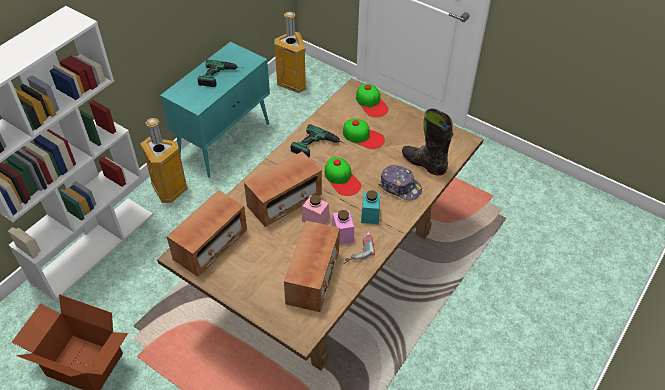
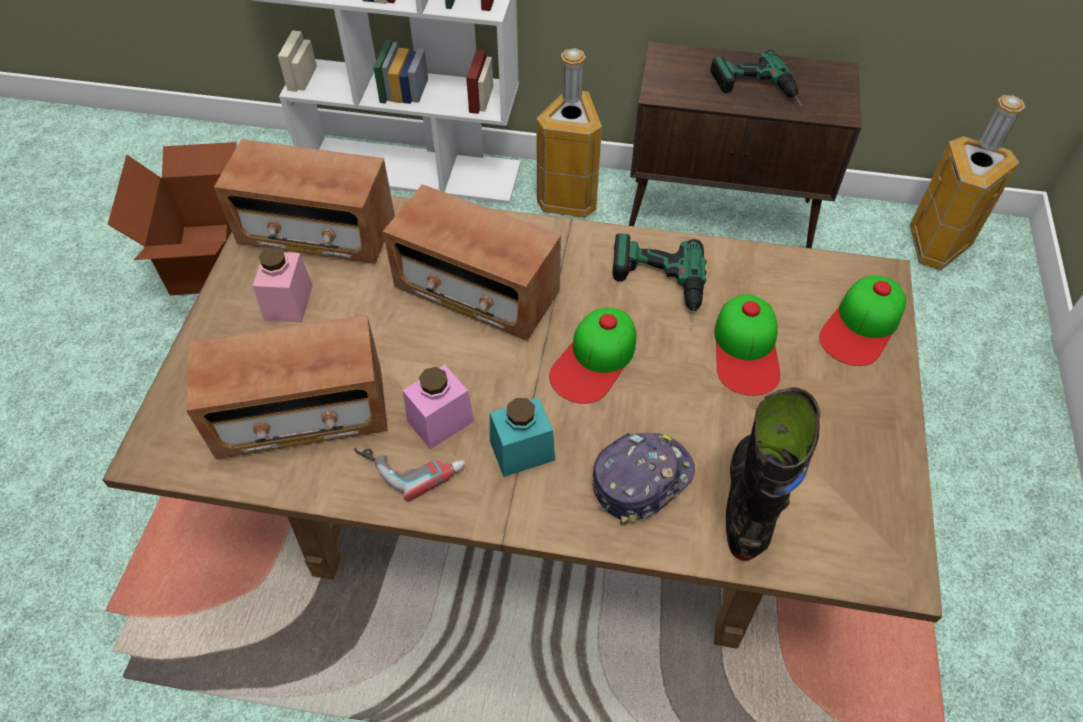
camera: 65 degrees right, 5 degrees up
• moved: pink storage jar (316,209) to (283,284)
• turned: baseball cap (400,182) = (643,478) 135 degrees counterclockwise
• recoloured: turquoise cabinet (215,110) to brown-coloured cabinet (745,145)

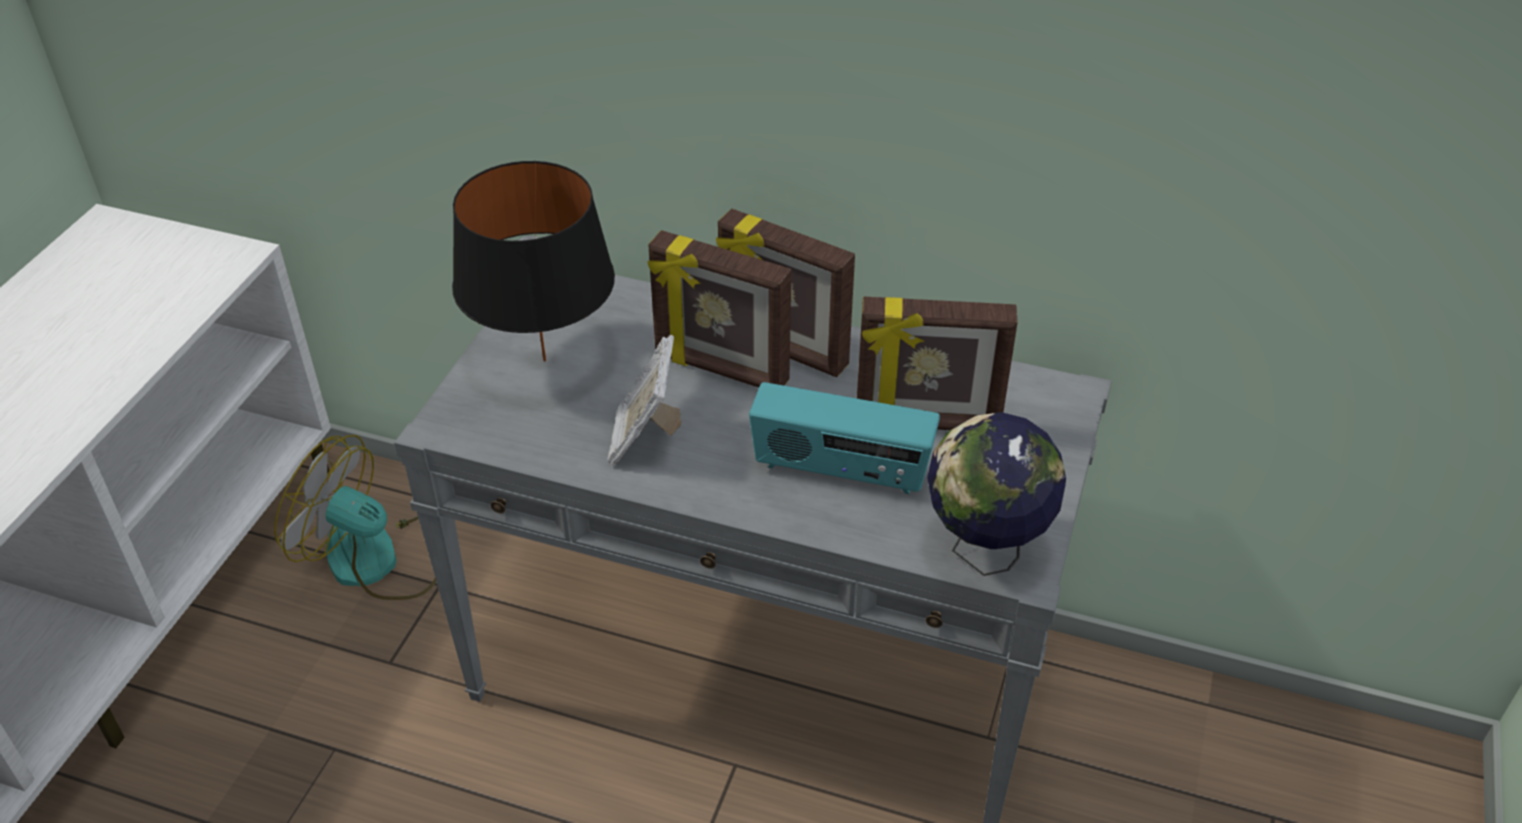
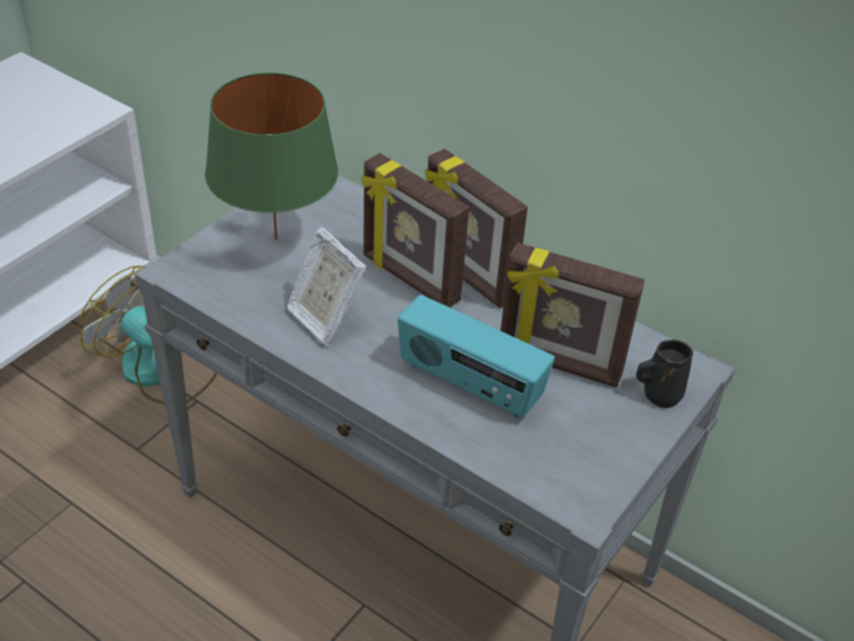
camera: 15 degrees right, 0 degrees up
• recoloured: black-coloured table lamp (533,261) to green table lamp (271,156)
• turned: photo frame (644,401) = (326,287) 60 degrees counterclockwise
• added: black-coloured coffee mug (664,374)
• removed: world globe (996,494)

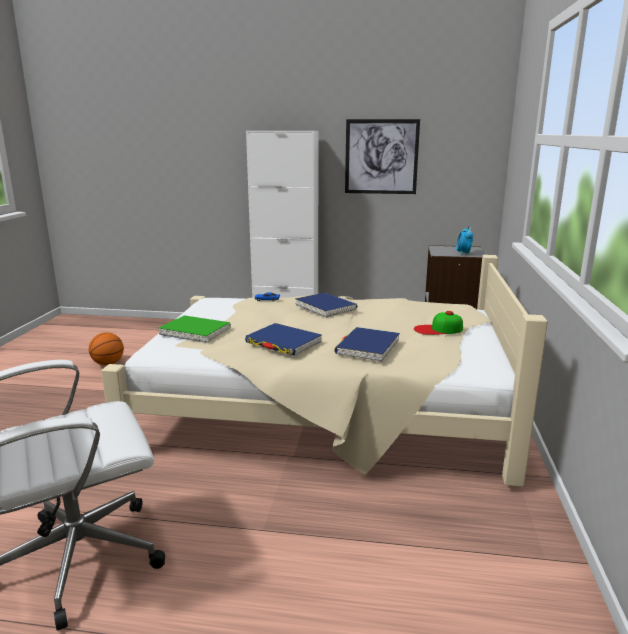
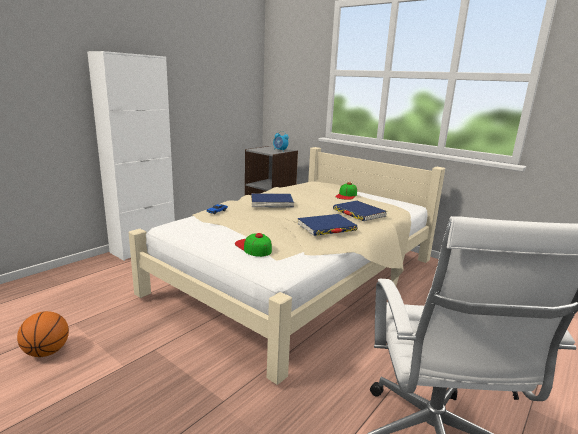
camera: 60 degrees left, 0 degrees up
• replaced: green book (195,329) to baseball cap (253,245)
• removed: picture (382,156)

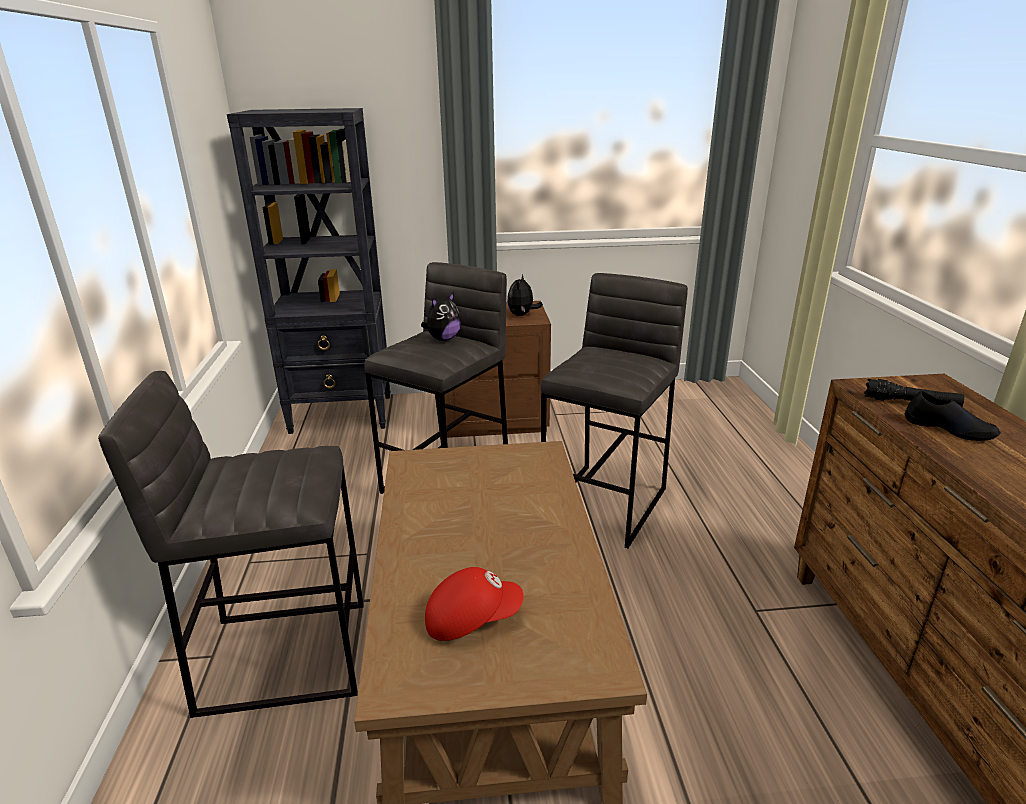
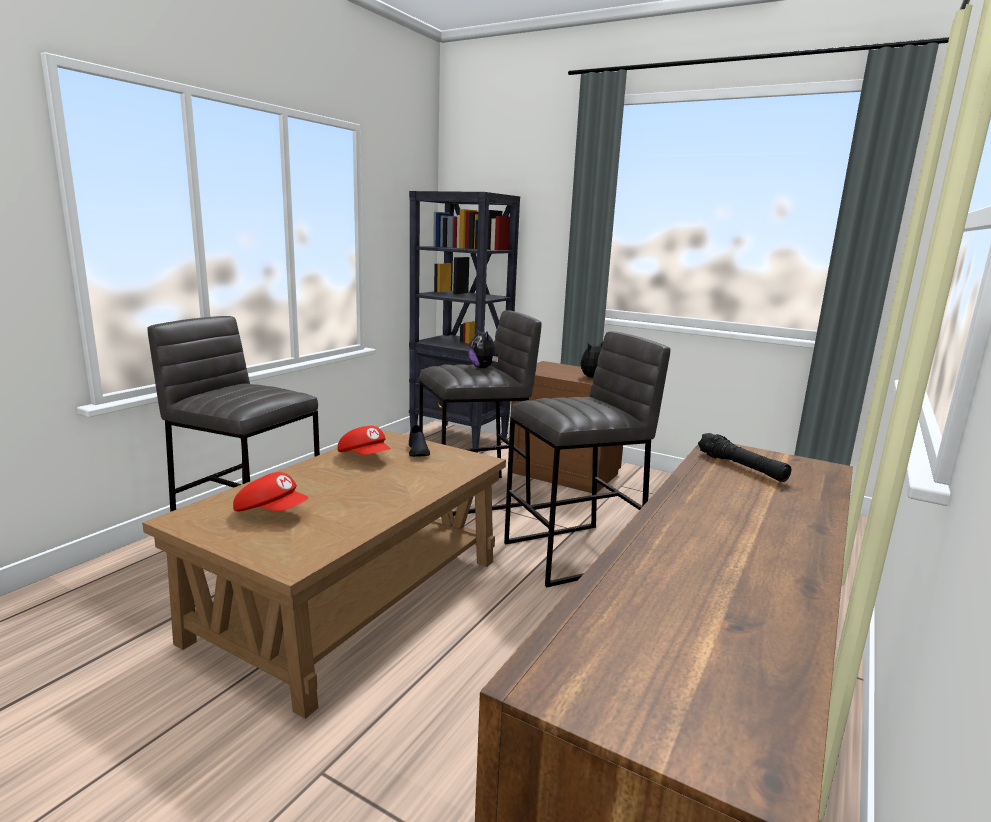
camera: 35 degrees right, 10 degrees down
• added: red-coloured baseball cap (364,440)
• moved: black-coloured item of footwear (953,415) to (419,440)
• turned: plush toy (441,316) = (483,348) 75 degrees clockwise

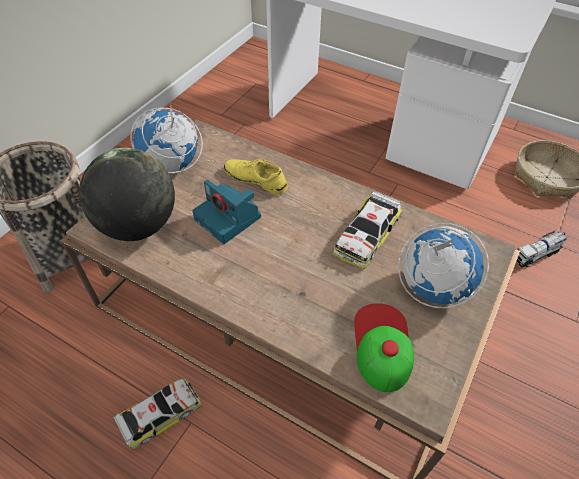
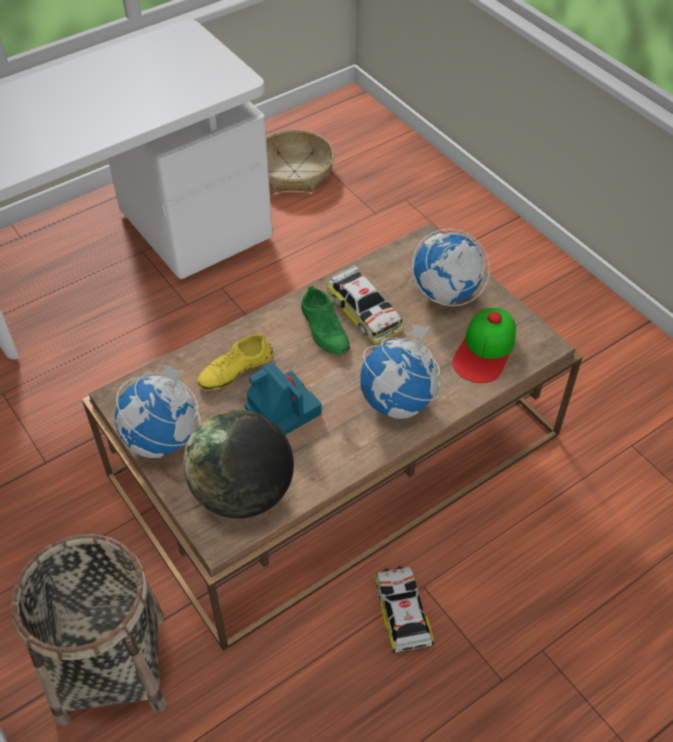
camera: 65 degrees left, 0 degrees up
• turned: still camera (226,212) = (282,398) 105 degrees counterclockwise
• added: green item of footwear (325,319)
• added: world globe (400,371)
• turned: baseball cap (384,347) = (484,345) 90 degrees counterclockwise
• removed: model truck (541,249)

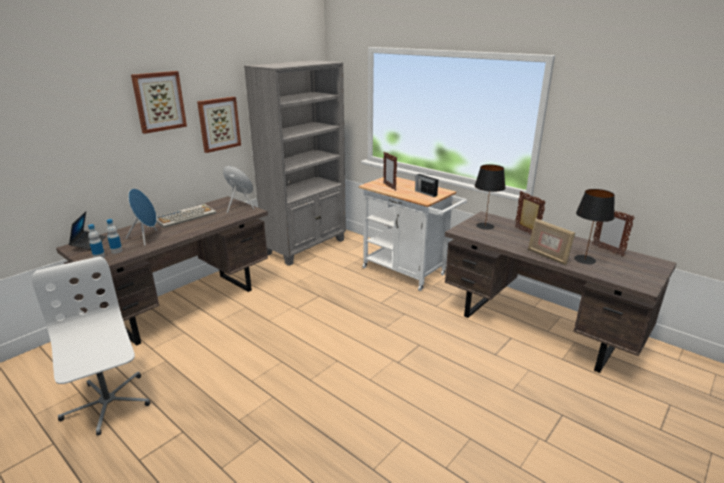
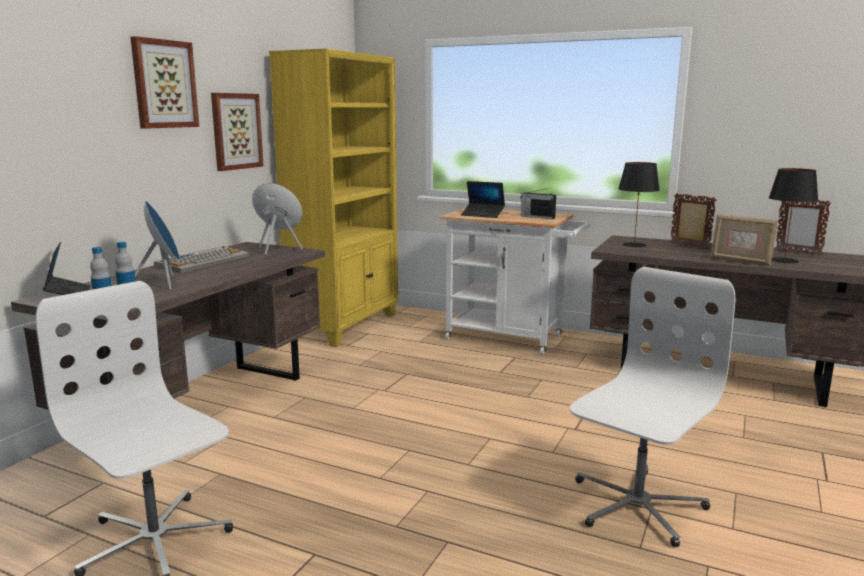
camera: 15 degrees left, 10 degrees down
• recoloured: gray bookshelf (295,163) to yellowish bookshelf (333,197)
• replaced: photo frame (390,170) to notebook computer (483,199)
• added: white-coloured computer chair (653,407)

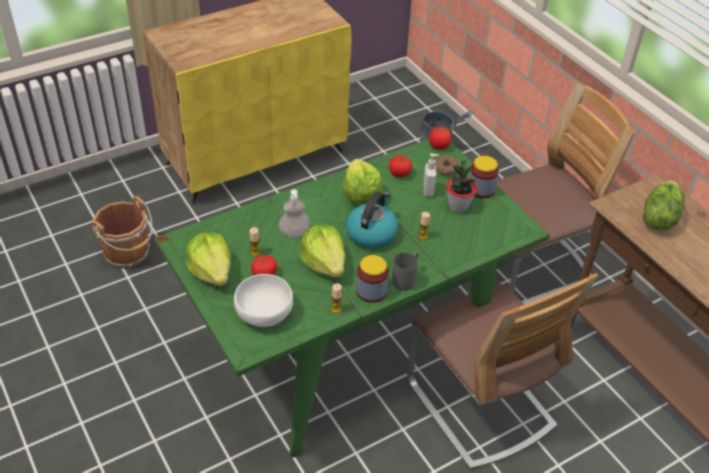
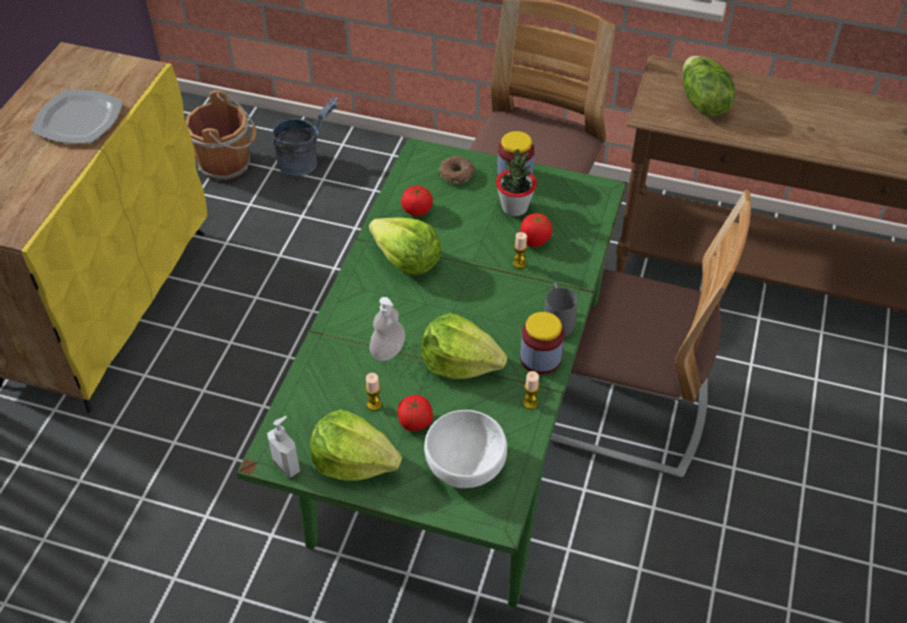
camera: 40 degrees left, 5 degrees up
• added: dinner plate (77,116)
• moved: brown-coloured water bucket (122,232) to (221,135)
• moved: soap bottle (431,175) to (283,447)
• moved: whole tomato (440,138) to (536,230)
• removed: water kettle (372,220)

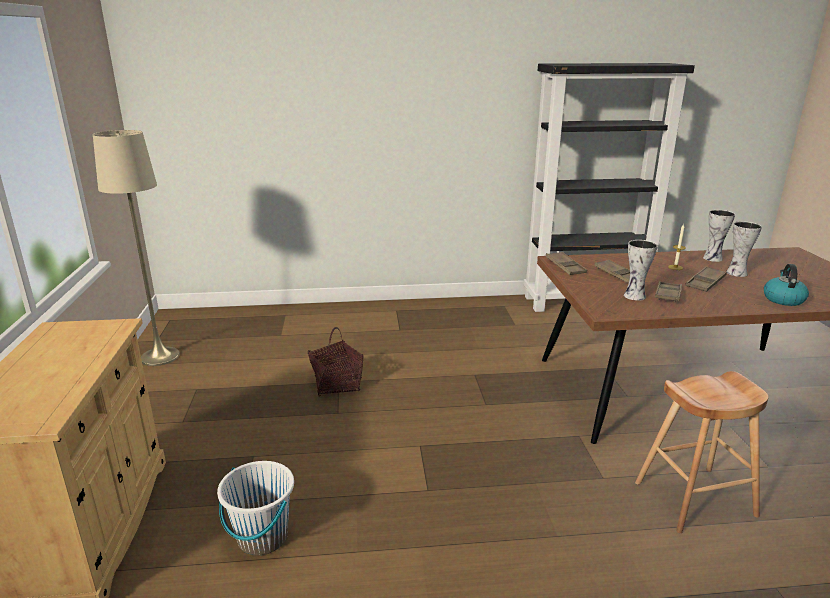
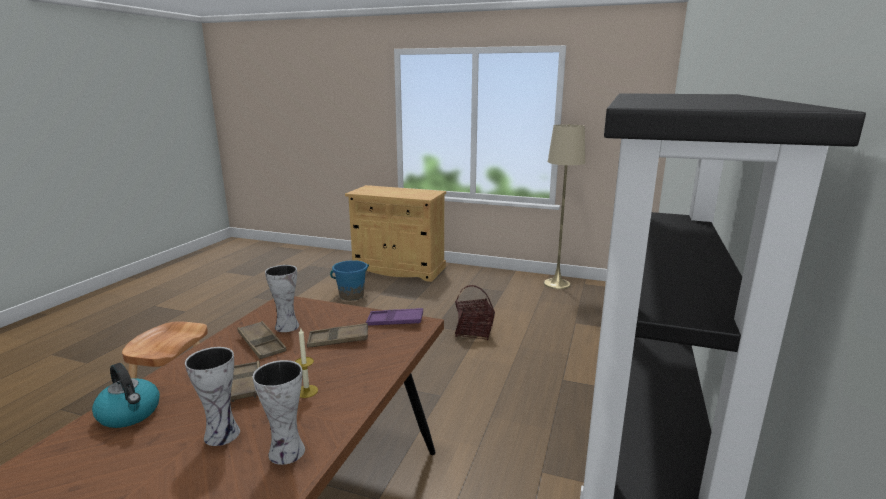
camera: 115 degrees right, 5 degrees down
• recoloured: white-coloured water bucket (255,508) to blue-coloured water bucket (349,280)
• recoloured: brown-coloured serving tray (566,263) to purplish serving tray (394,317)

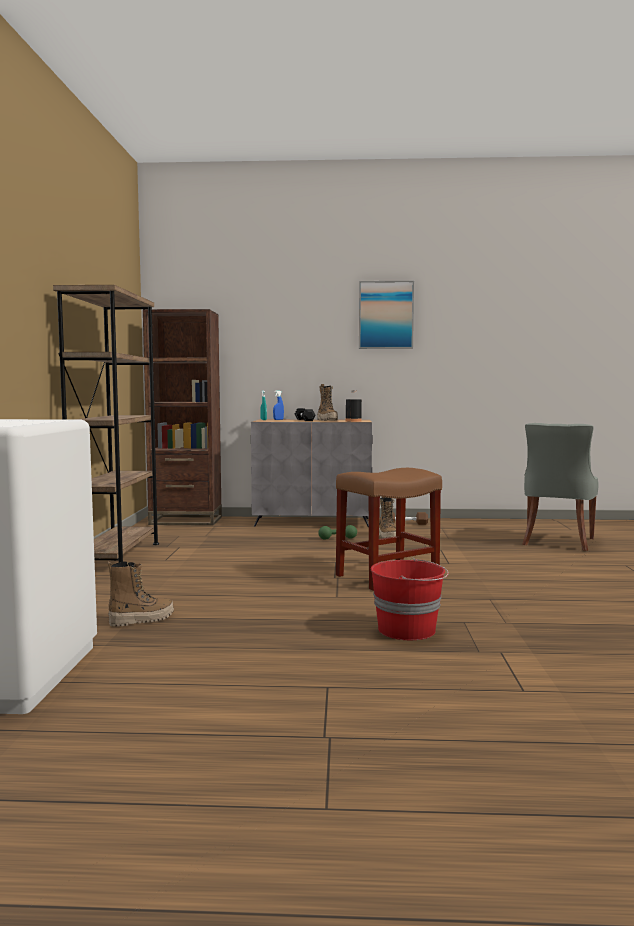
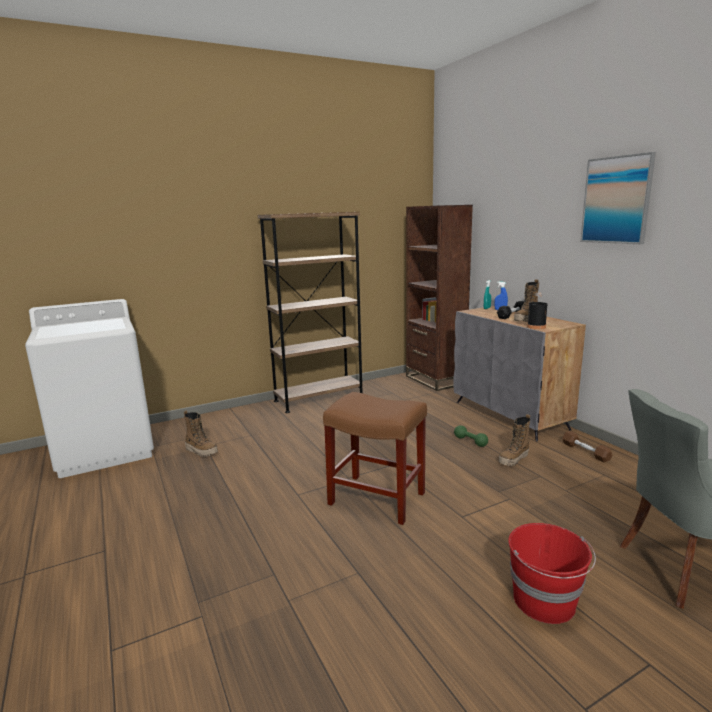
camera: 60 degrees right, 10 degrees up
• moved: red-coloured water bucket (410,599) to (552,573)

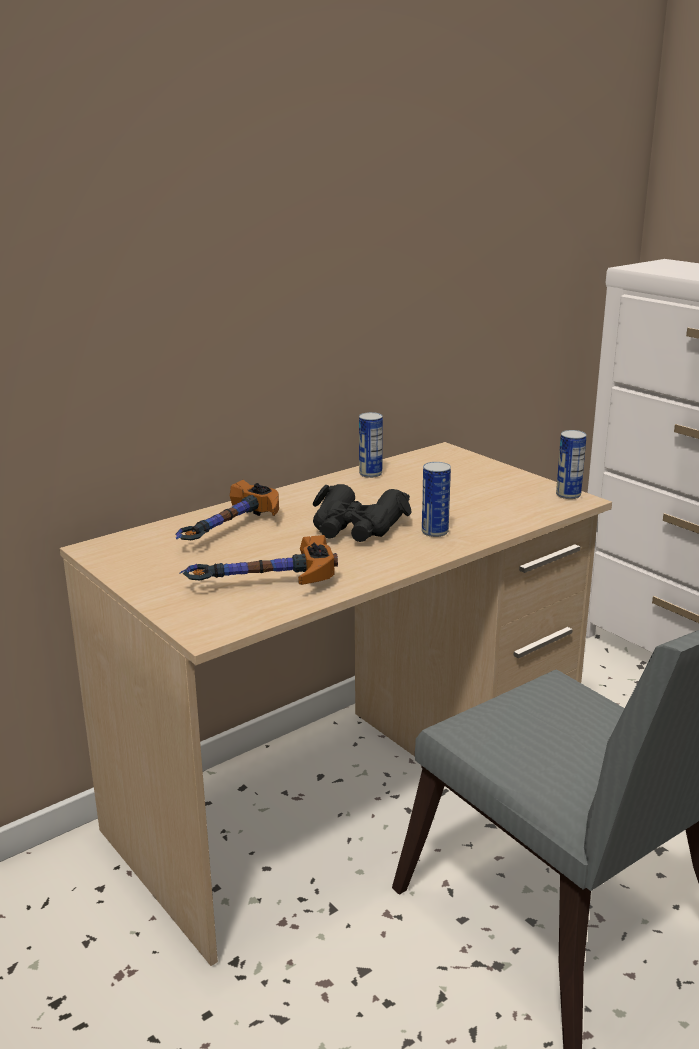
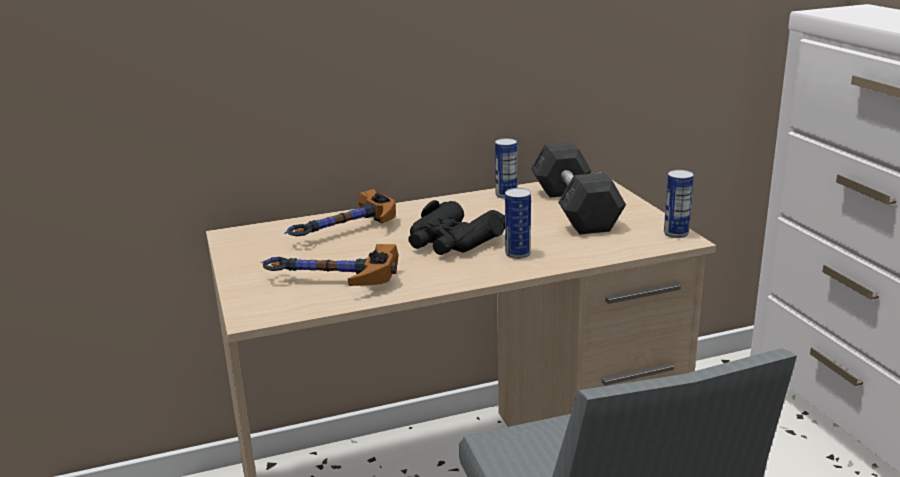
camera: 20 degrees right, 0 degrees up
• added: gray dumbbell (578,188)

